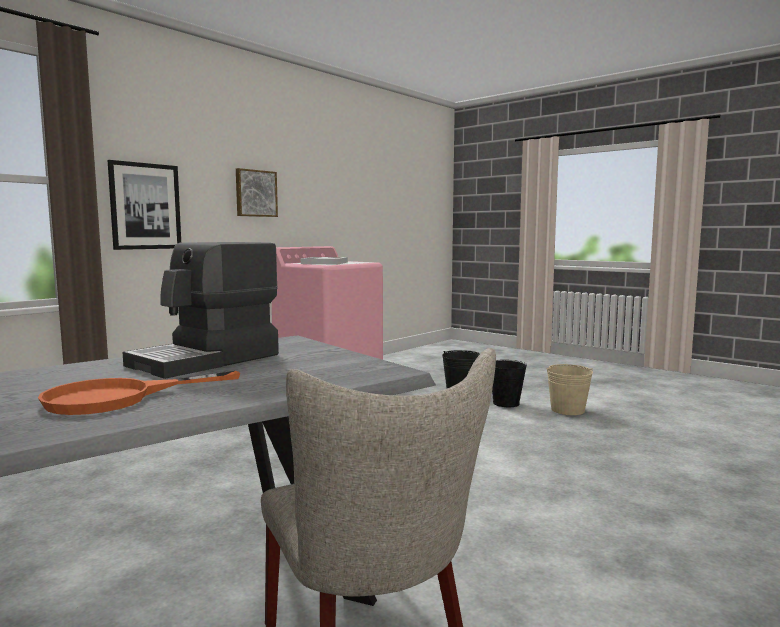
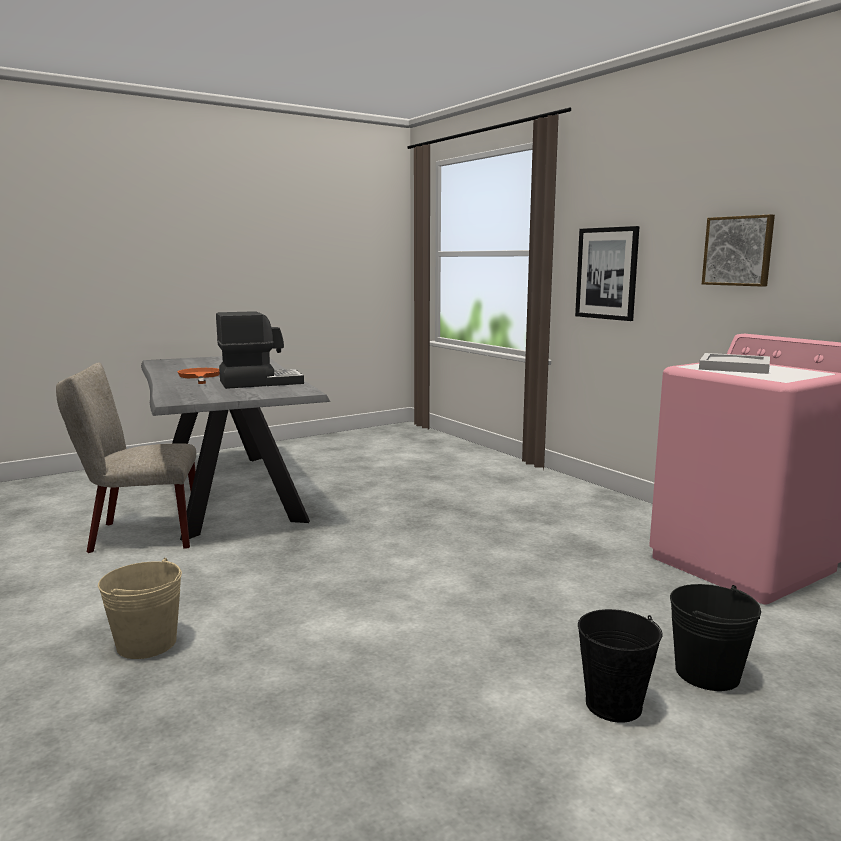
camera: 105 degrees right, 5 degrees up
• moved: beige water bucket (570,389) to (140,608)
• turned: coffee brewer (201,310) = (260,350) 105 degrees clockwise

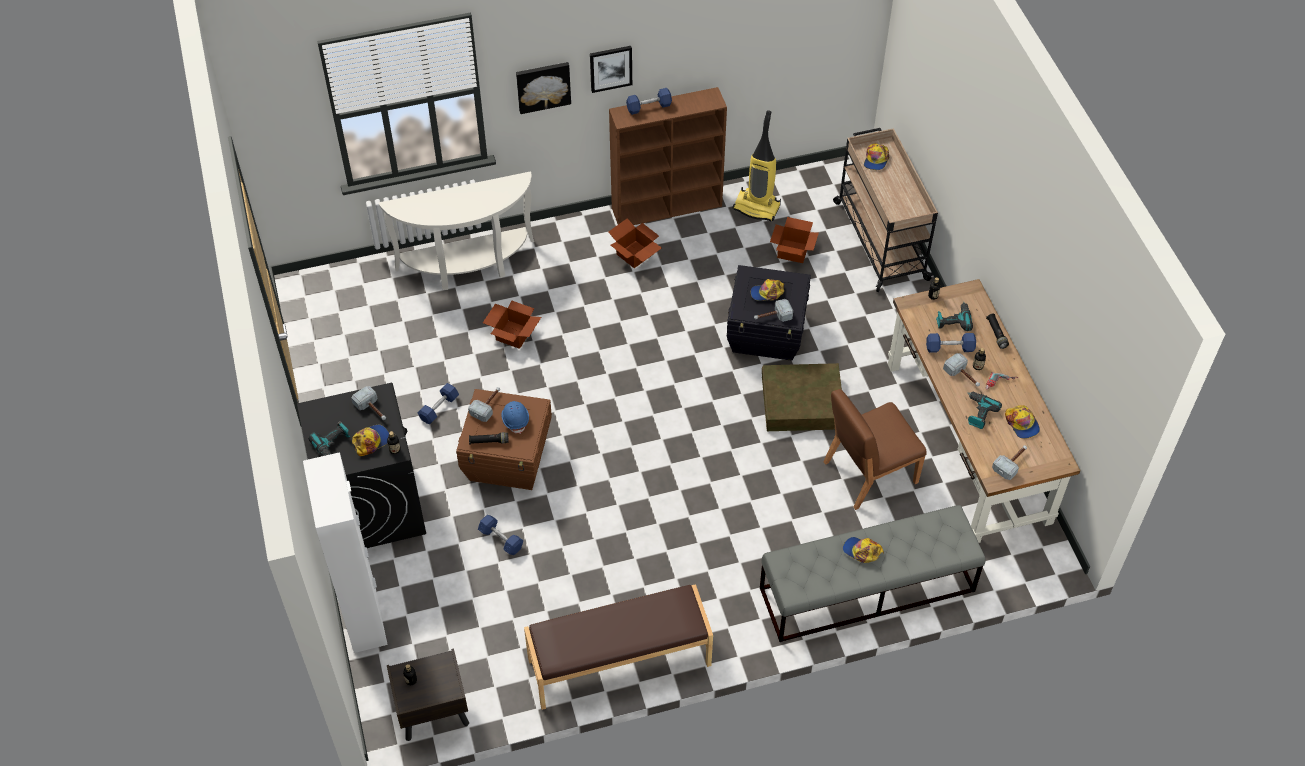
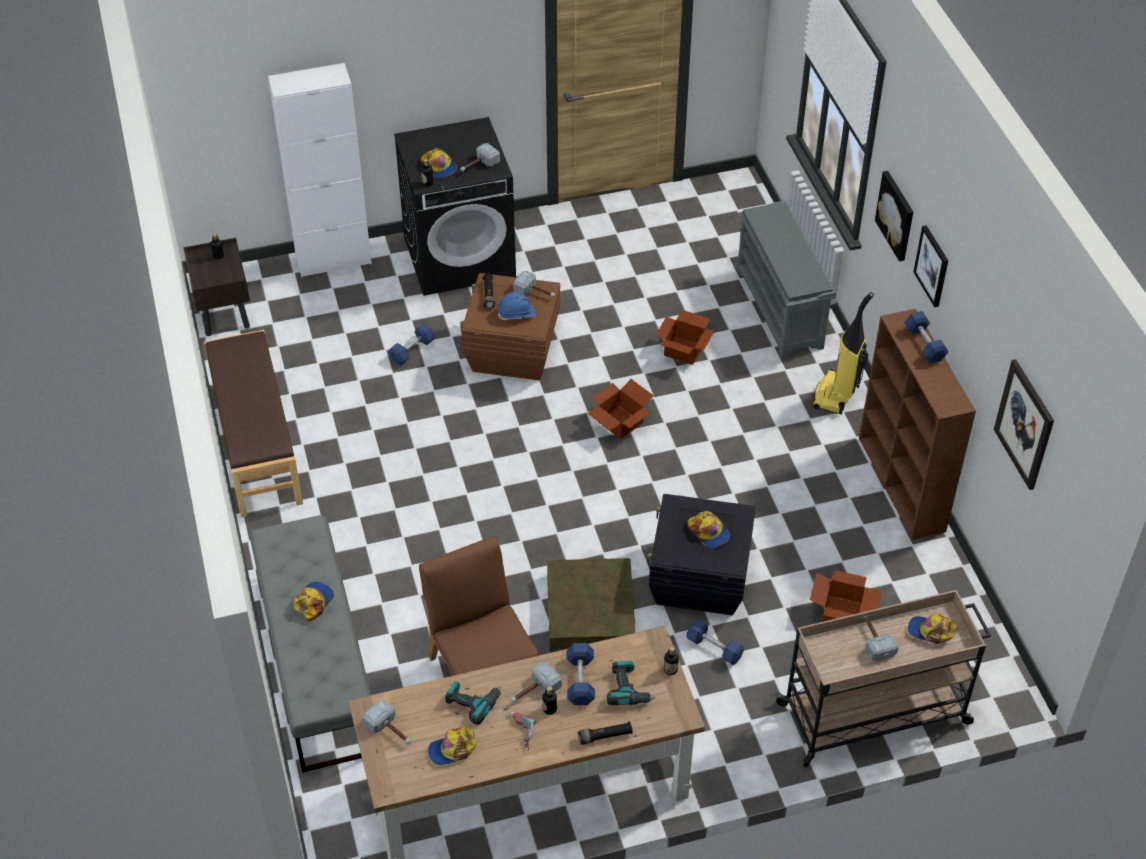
camera: 90 degrees right, 5 degrees down
• moved: cardboard box (635,243) to (620,409)
• moved: blue-coloured dumbbell (438,403) to (715,642)
• turned: baseball cap (767,290) = (709,530) 150 degrees clockwise
• replaced: white-coloured hall table (456,230) to gray shoe stand (786,279)
• moved: vacuum (757,165) to (843,353)
• moved: tool hammer (773,310) to (881,638)
• added: picture (1024,424)
• removed: power drill (329,438)

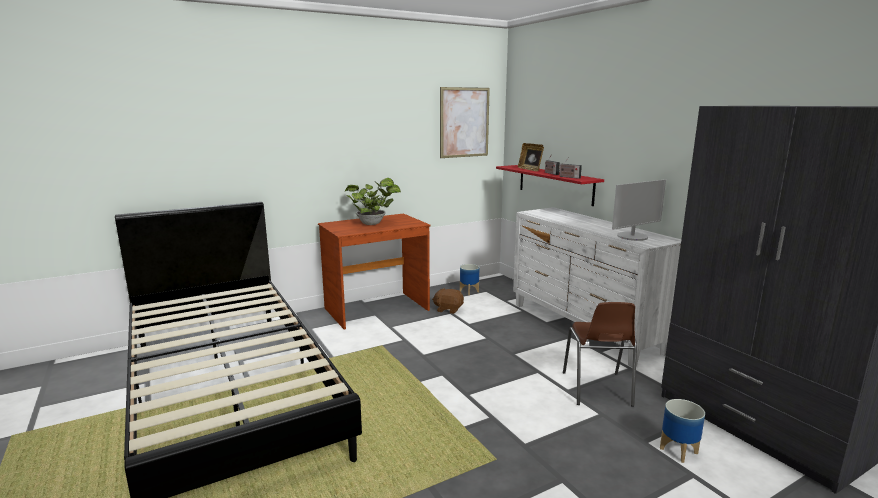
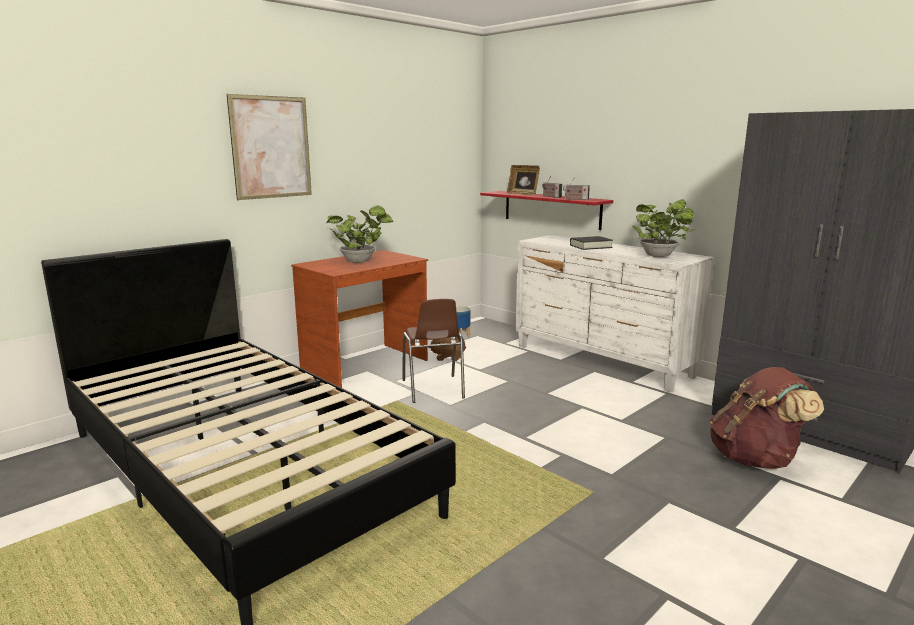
camera: 15 degrees left, 0 degrees up
• moved: picture (465,122) to (269,147)
• moved: brown-coloured upright chair (600,354) to (433,351)
• added: black-coloured book (591,243)
• replaced: computer screen (639,210) to houseplant (664,228)
• replaced: flower pot (682,431) to brown-coloured knapsack (766,418)

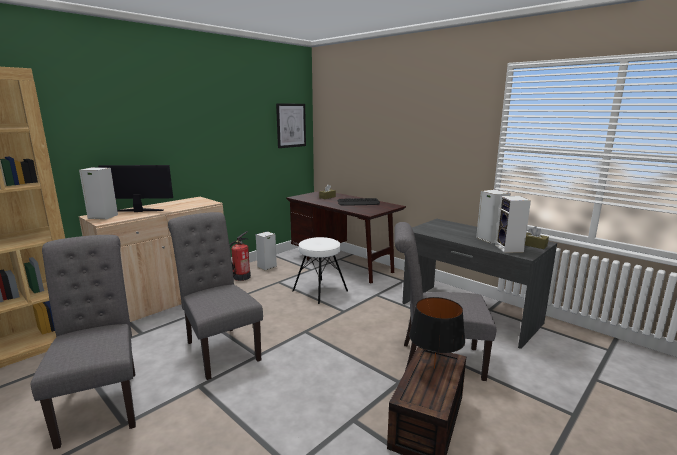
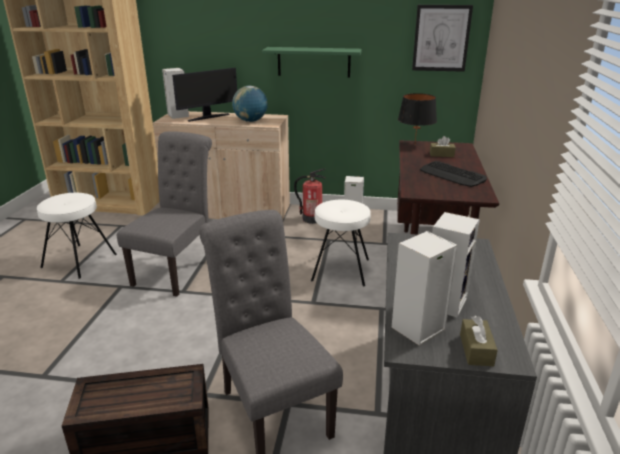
camera: 55 degrees right, 10 degrees up
• replaced: gray upright chair (83,342) to white-coloured sitting stool (77,236)
• turned: computer screen (135,188) = (204,95) 90 degrees clockwise
• added: world globe (250,104)
• added: green shelf (312,62)
• moved: black-coloured table lamp (437,333) to (417,118)

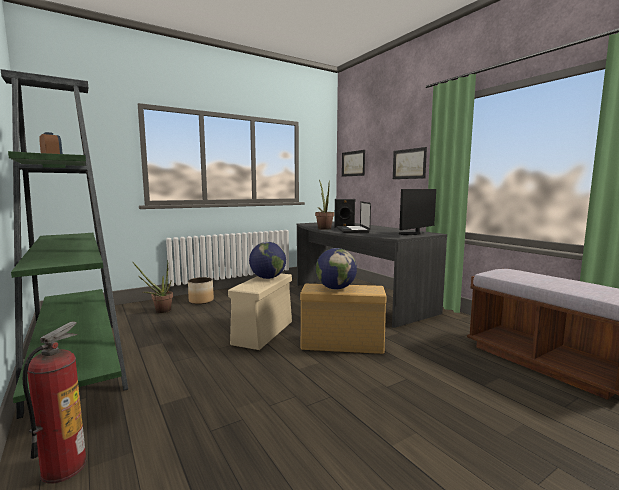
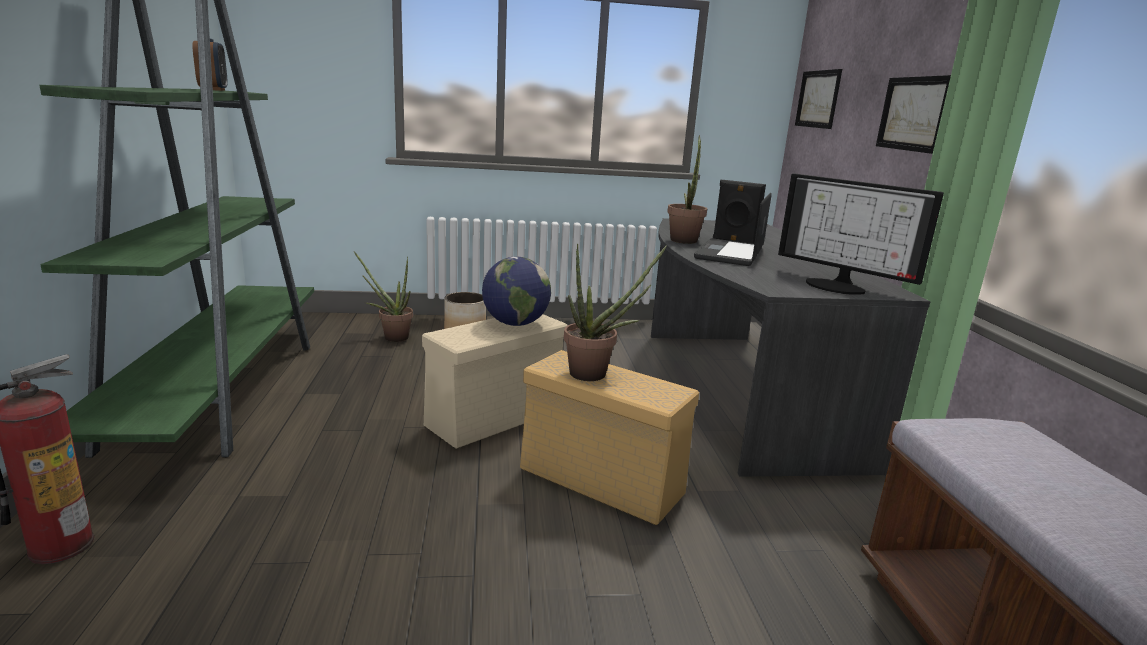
camera: 25 degrees right, 10 degrees up
• replaced: world globe (336,269) to houseplant (615,312)
• turned: computer screen (417,212) = (861,234) 120 degrees counterclockwise

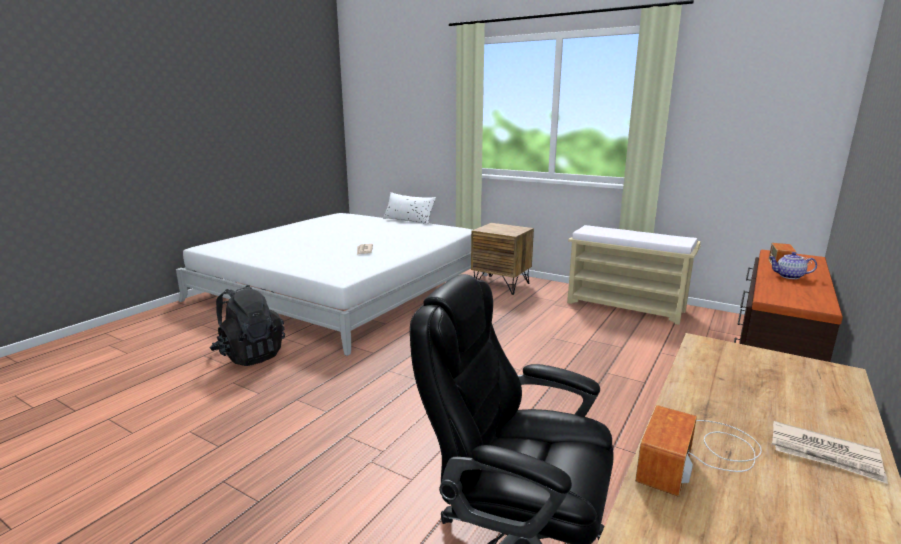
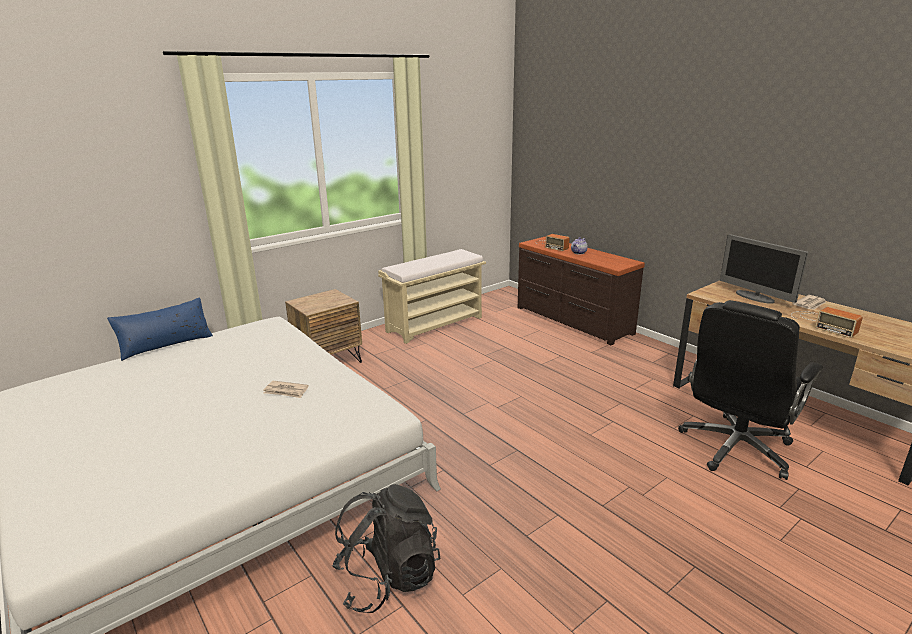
camera: 70 degrees left, 5 degrees up
• recoloured: white-coloured throw pillow (409,208) to blue-coloured throw pillow (160,329)
• added: computer screen (764,269)

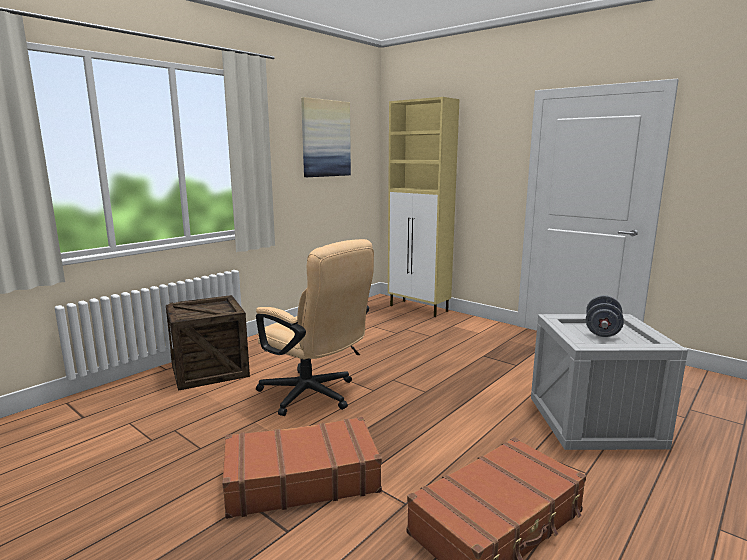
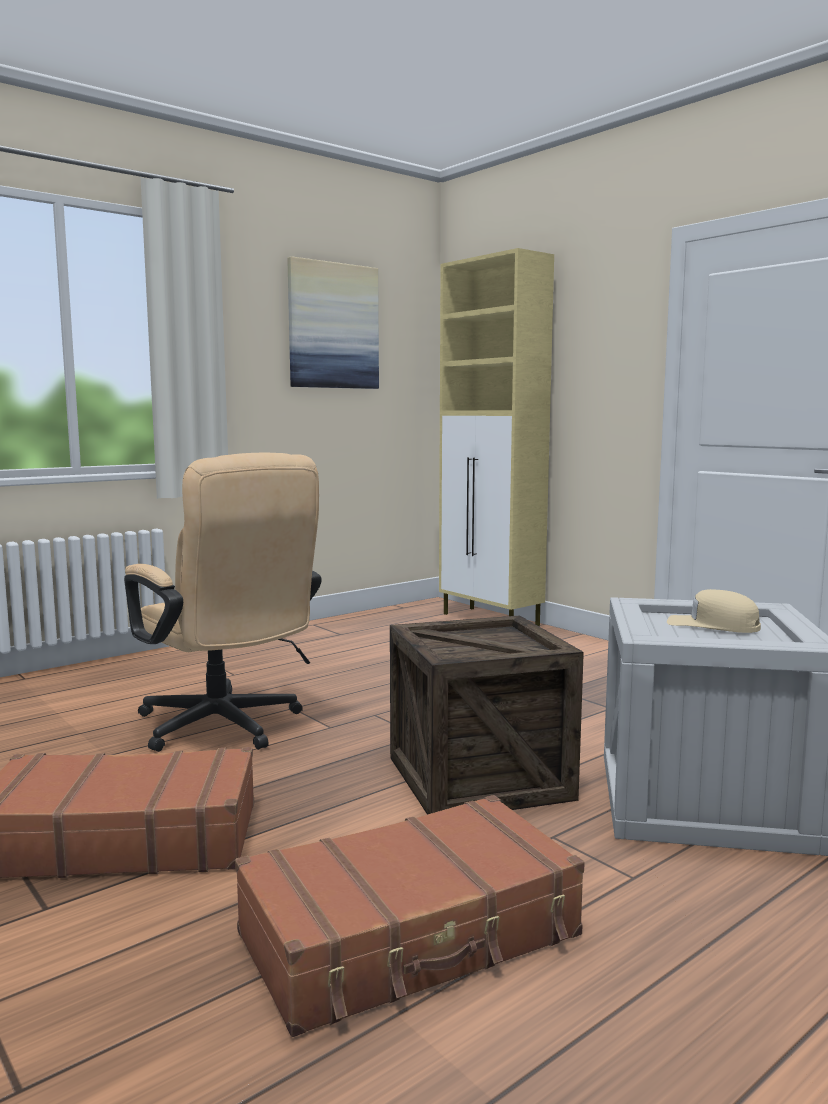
camera: 10 degrees right, 5 degrees down
• moved: packing crate (208,343) to (487,715)
• replaced: gray dumbbell (605,316) to beige baseball cap (714,611)

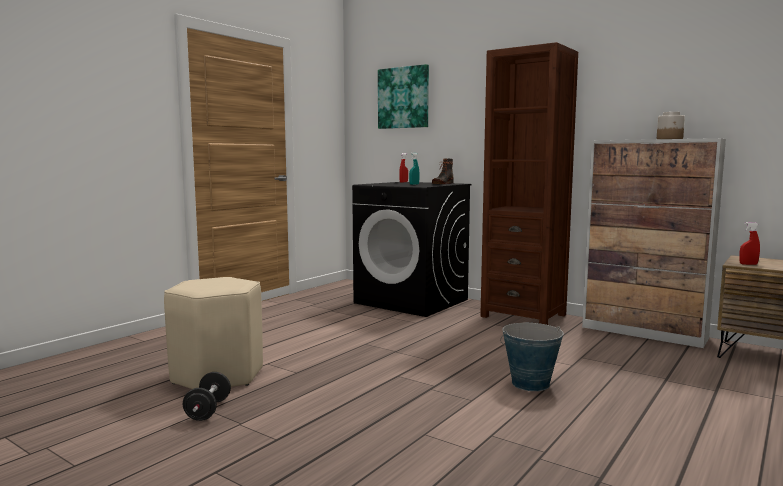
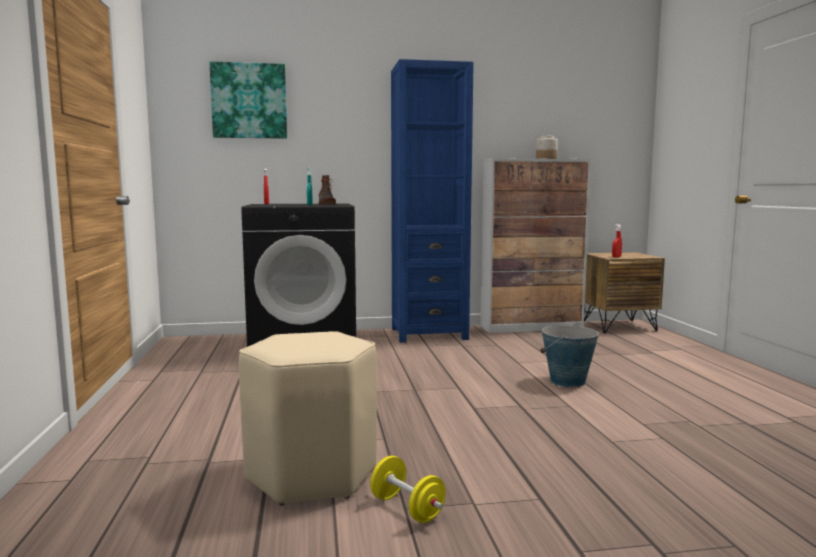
camera: 45 degrees left, 0 degrees up
• recoloured: black-coloured dumbbell (207,396) to yellowish dumbbell (408,489)
• recoloured: brown-coloured bookshelf (529,183) to blue-coloured bookshelf (432,201)

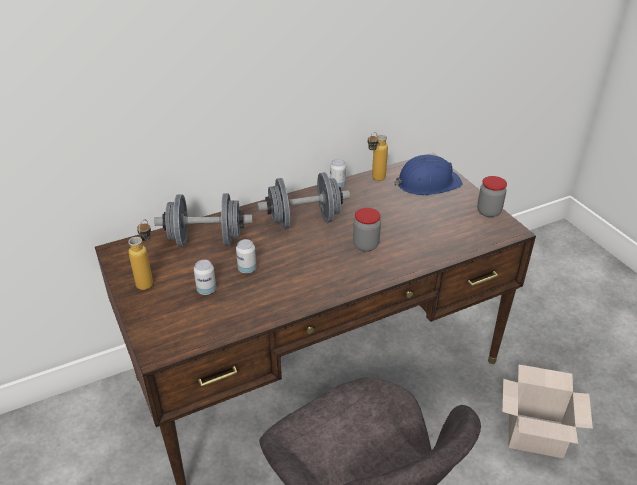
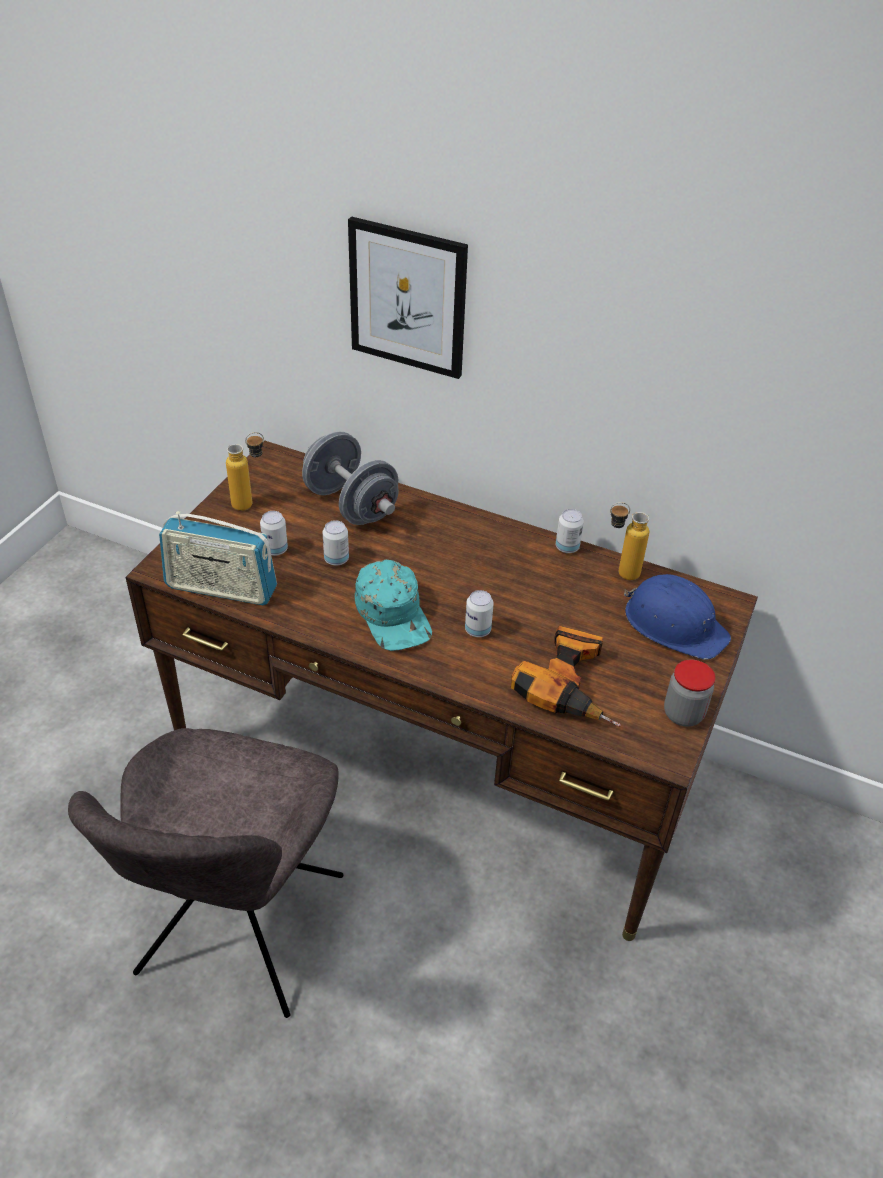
camera: 50 degrees right, 5 degrees up
• added: radio (218,558)
• added: picture (408,297)
• added: turquoise baseball cap (393,605)
• replaced: storage jar (367,230) to sealed can (479,613)
• added: power drill (566,676)
• removed: gray dumbbell (303,200)
• removed: cardboard box (547,411)

